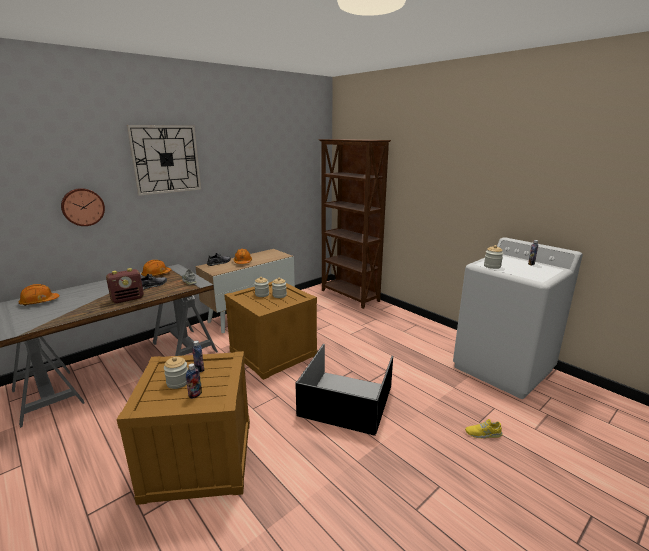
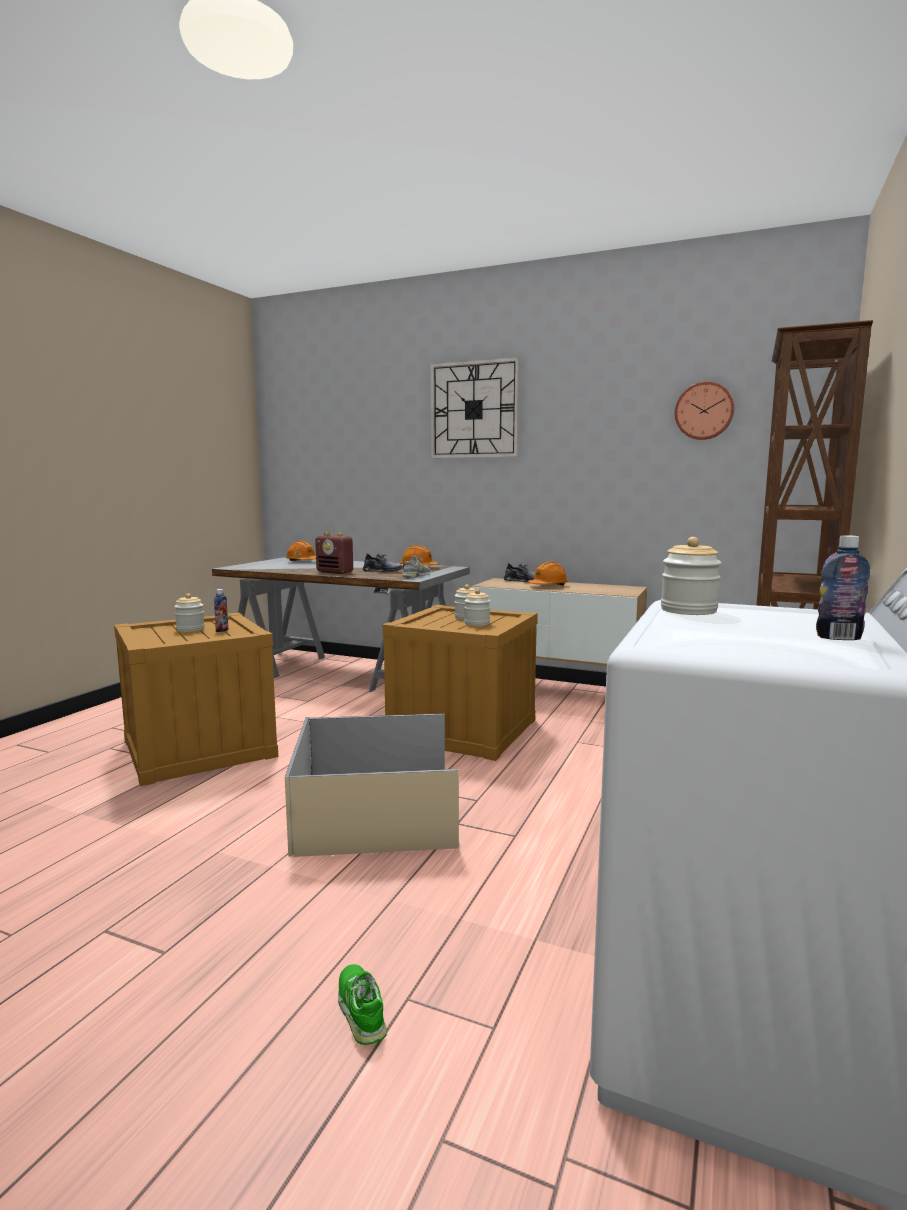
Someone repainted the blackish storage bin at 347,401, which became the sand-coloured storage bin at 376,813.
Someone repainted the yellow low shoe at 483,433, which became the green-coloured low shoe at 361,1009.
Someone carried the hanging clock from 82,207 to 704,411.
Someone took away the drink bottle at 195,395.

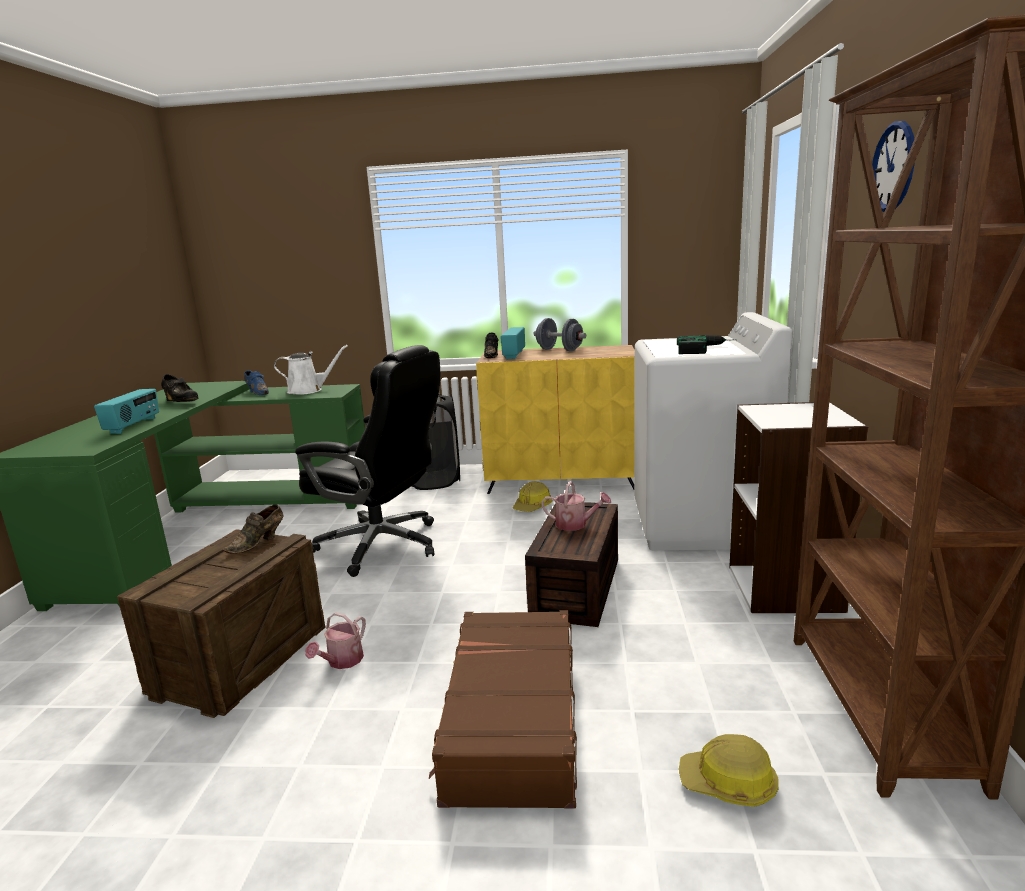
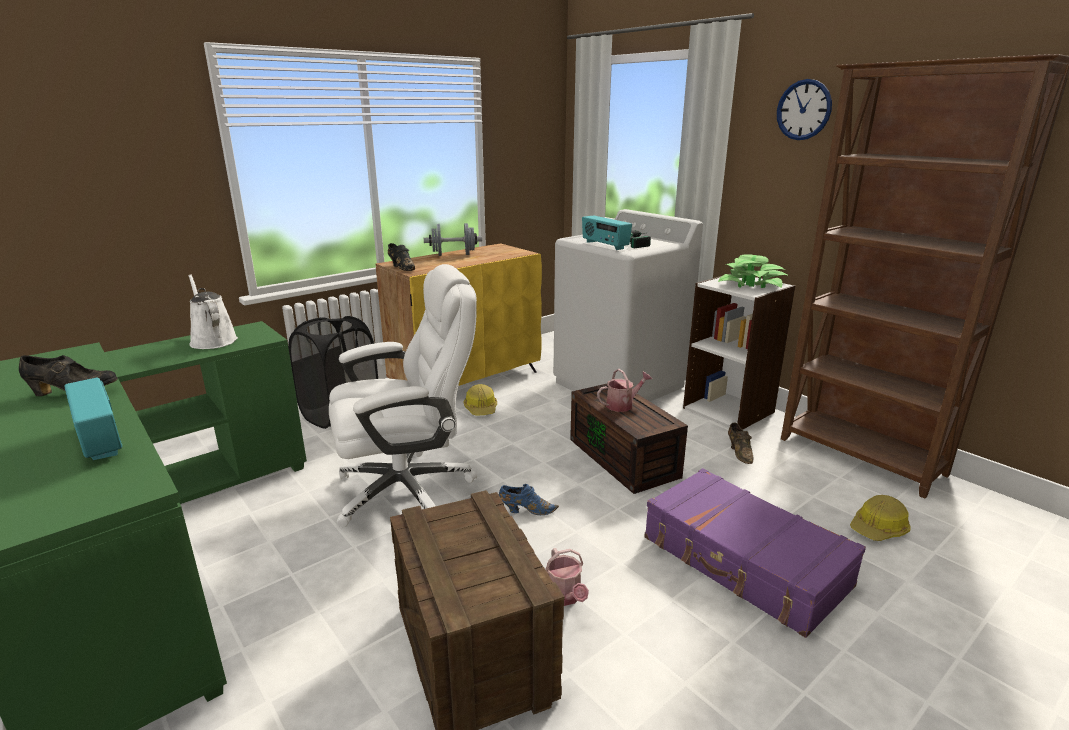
Someone rotated the white watering can at 308,390 by 75 degrees counterclockwise.
Someone repainted the blackish desk chair at 382,545, which became the white desk chair at 407,490.
Someone carried the blue low shoe from 258,392 to 526,510.
Someone carried the radio from 513,355 to 604,245.
Someone repainted the brown travel case at 511,721, which became the purple-coloured travel case at 743,562.
Someone put down the plant in a pot at 752,284.
Someone carried the brown low shoe from 258,543 to 739,453.

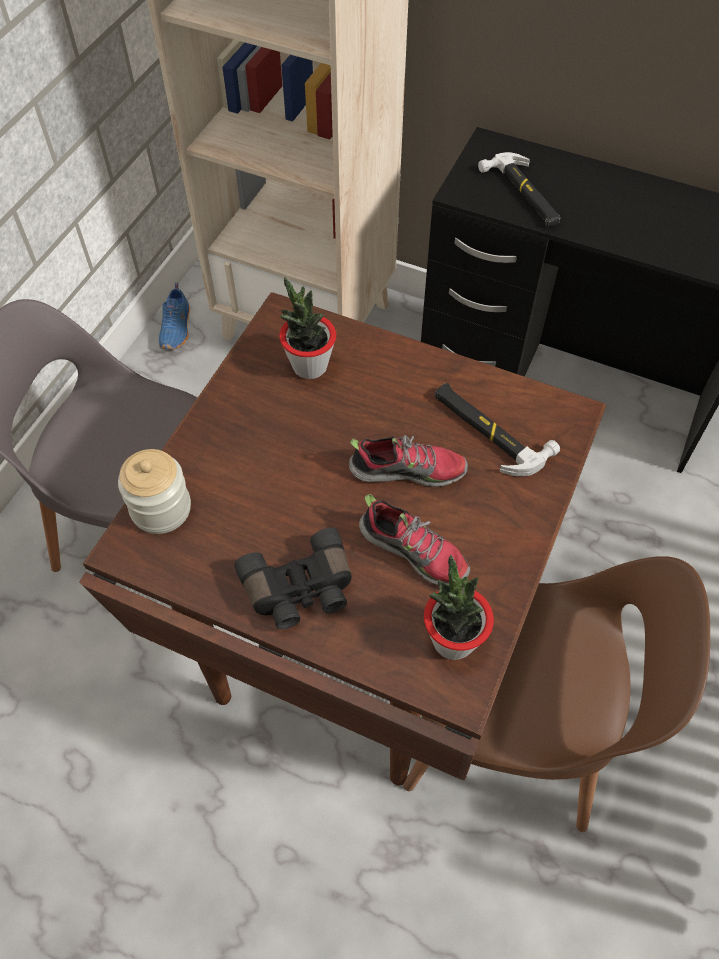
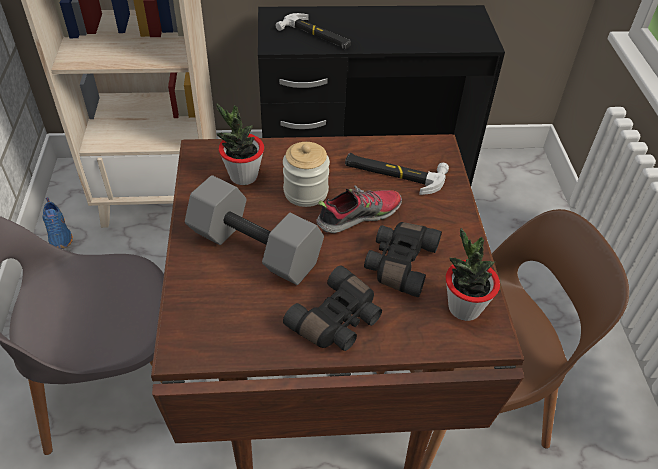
Someone put down the gray free weight at 257,248.
Someone carried the storage jar from 161,509 to 306,192.
Someone swapped the low shoe at 414,551 for the blackish pair of binoculars at 399,263.

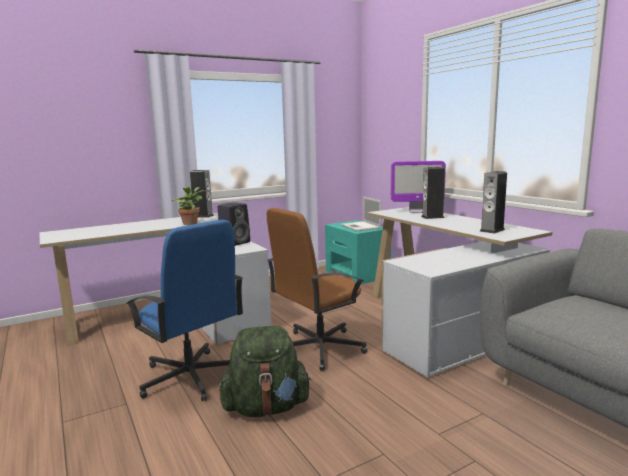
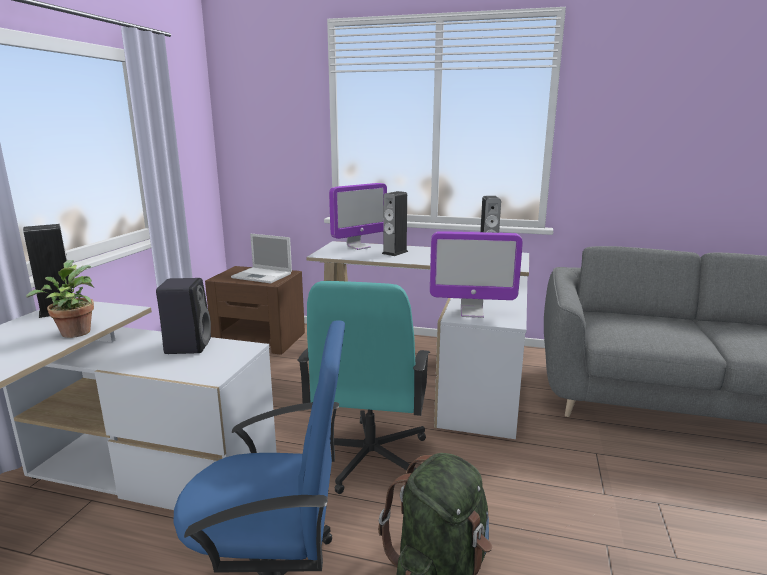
Someone repainted the blue-green bedside table at 357,274, which became the brown bedside table at 260,339.
Someone repainted the brown desk chair at 318,348, which became the blue-green desk chair at 369,457.
Someone put down the computer display at 472,313.

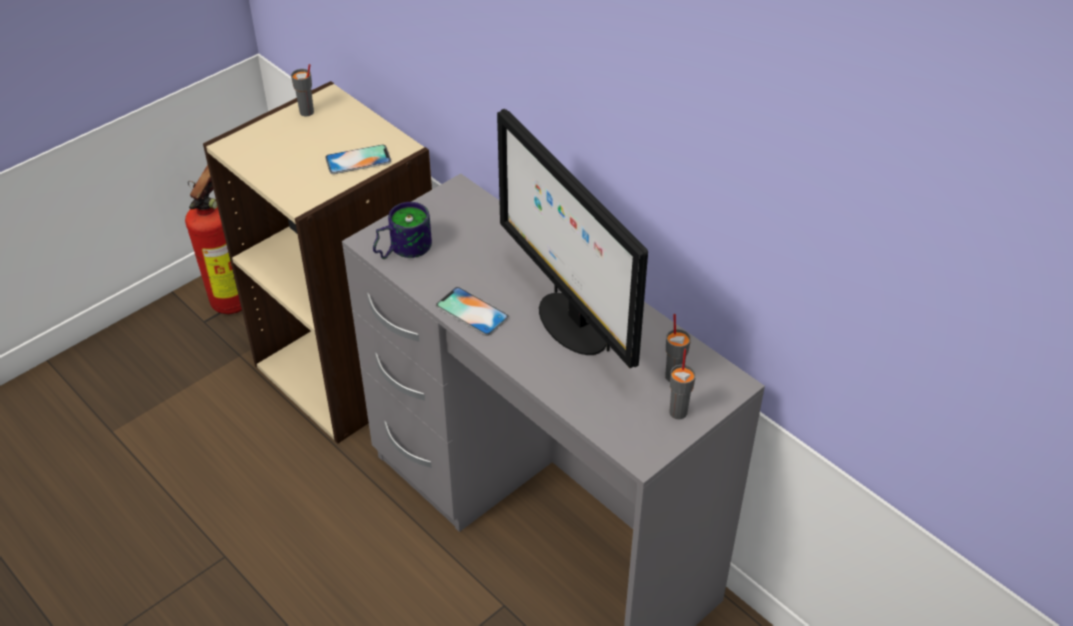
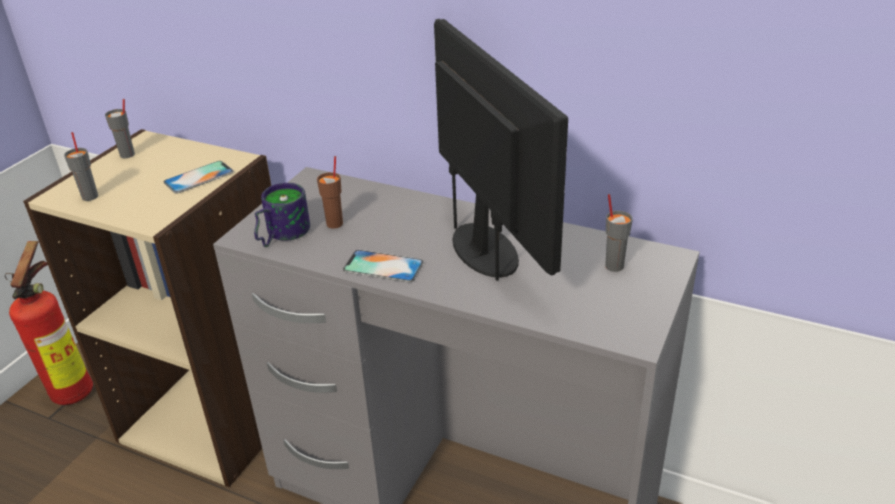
Someone carried the gray drinking cup from 678,412 to 90,196.
Someone put down the brown drinking cup at 335,223.
Someone rotated the computer display at 570,323 by 150 degrees counterclockwise.

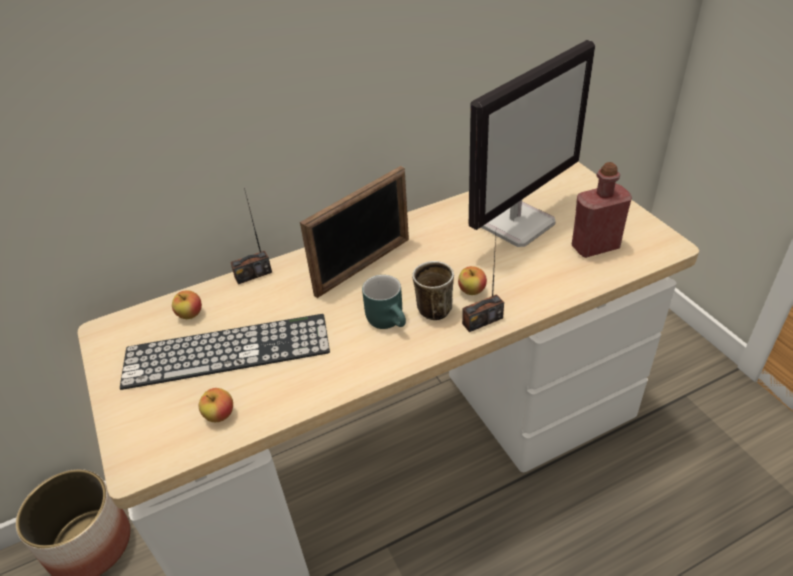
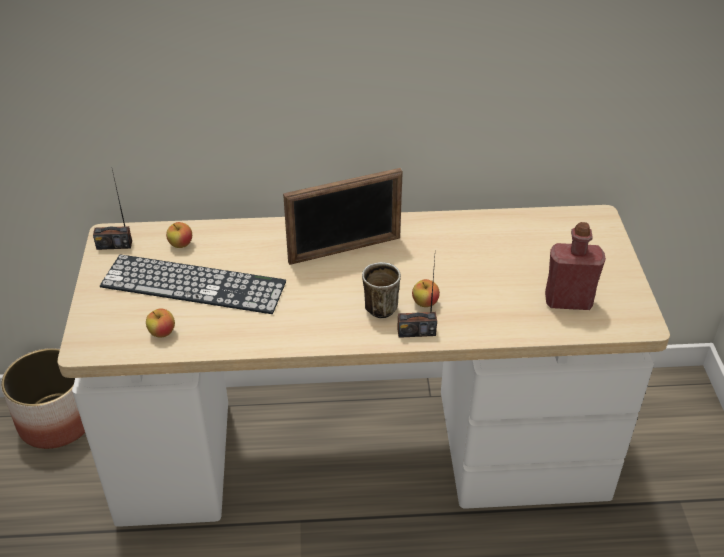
Someone carried the radio from 253,274 to 114,245.
Someone took away the blue-green mug at 390,320.
Someone took away the computer display at 517,223.

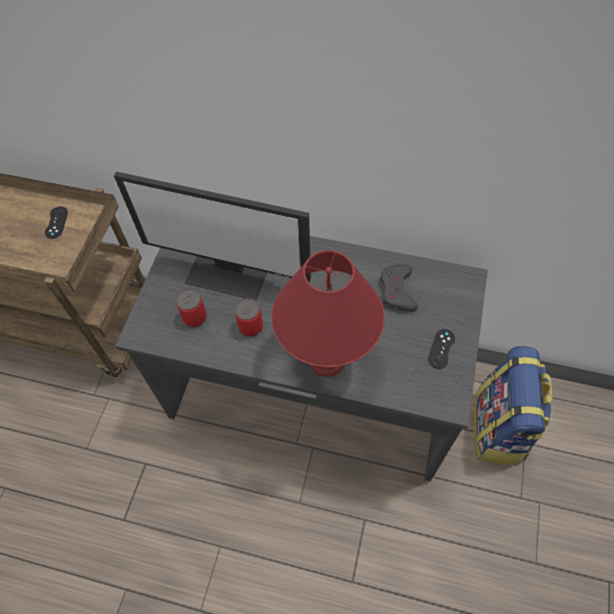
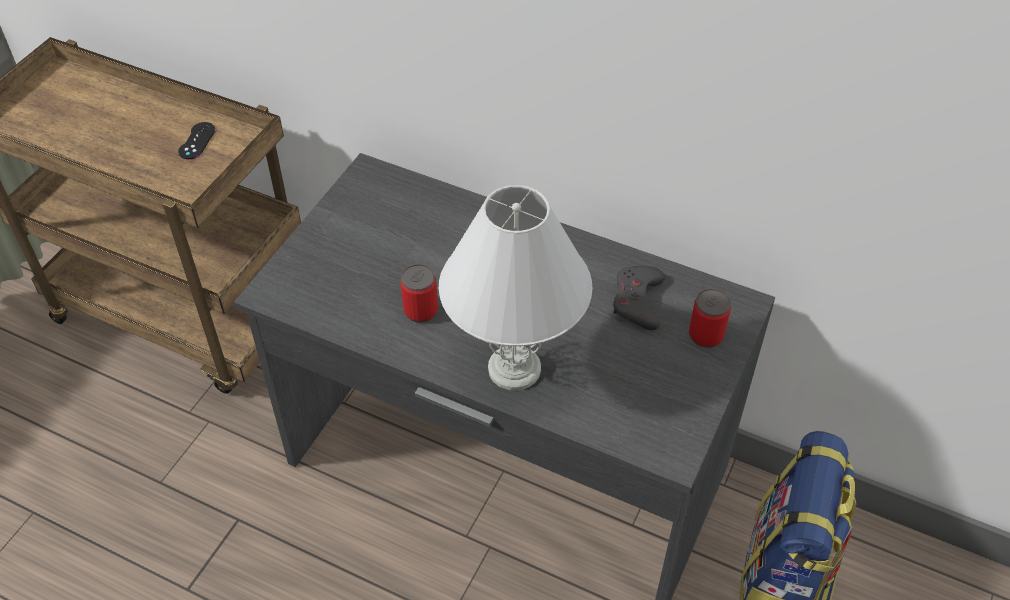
Someone repainted the red lamp for a table at 326,358, which became the white lamp for a table at 514,368.
Someone carried the metal can from 195,317 to 705,335.
Someone took away the computer display at 229,272.
Someone took away the blackish gamepad at 441,348.

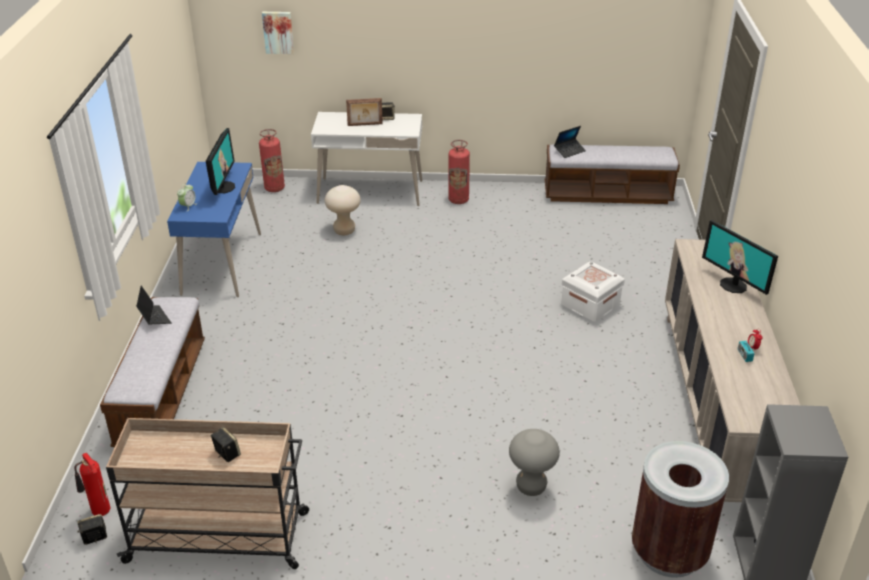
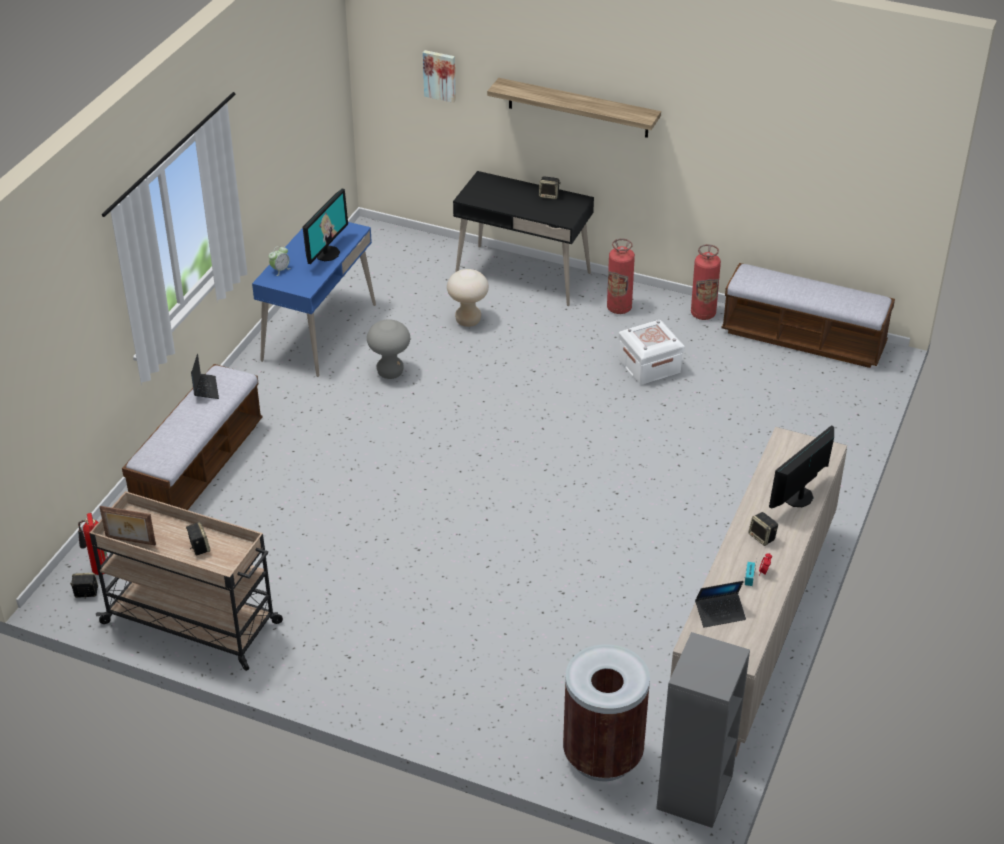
Someone carried the photo frame from 365,125 to 130,541.
Someone carried the gray stool seat from 531,487 to 390,372.
Someone repainted the white desk table at 370,192, which became the blackish desk table at 523,275.
Someone put up the wall shelf at 578,108.
Someone carried the white storage bin from 590,304 to 649,366.
Someone carried the extinguisher from 274,188 to 703,314.
Someone carried the notebook computer from 569,151 to 720,613.
Someone put down the loudspeaker at 762,537.
Someone rotated the computer display at 733,285 by 60 degrees clockwise.

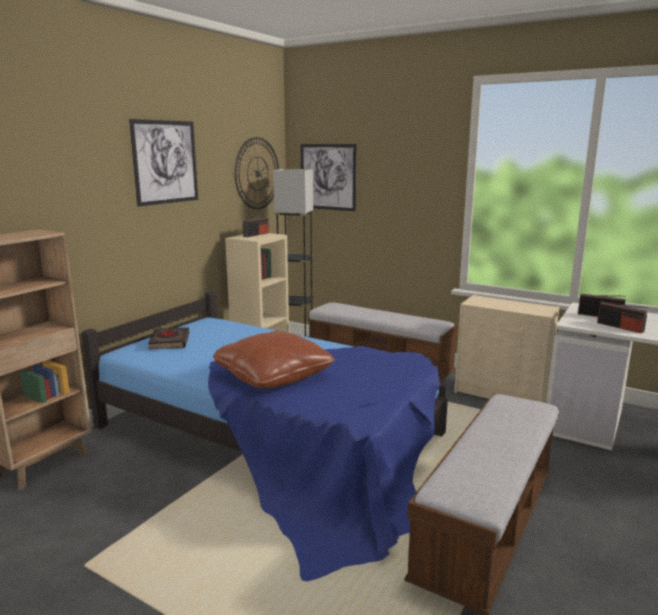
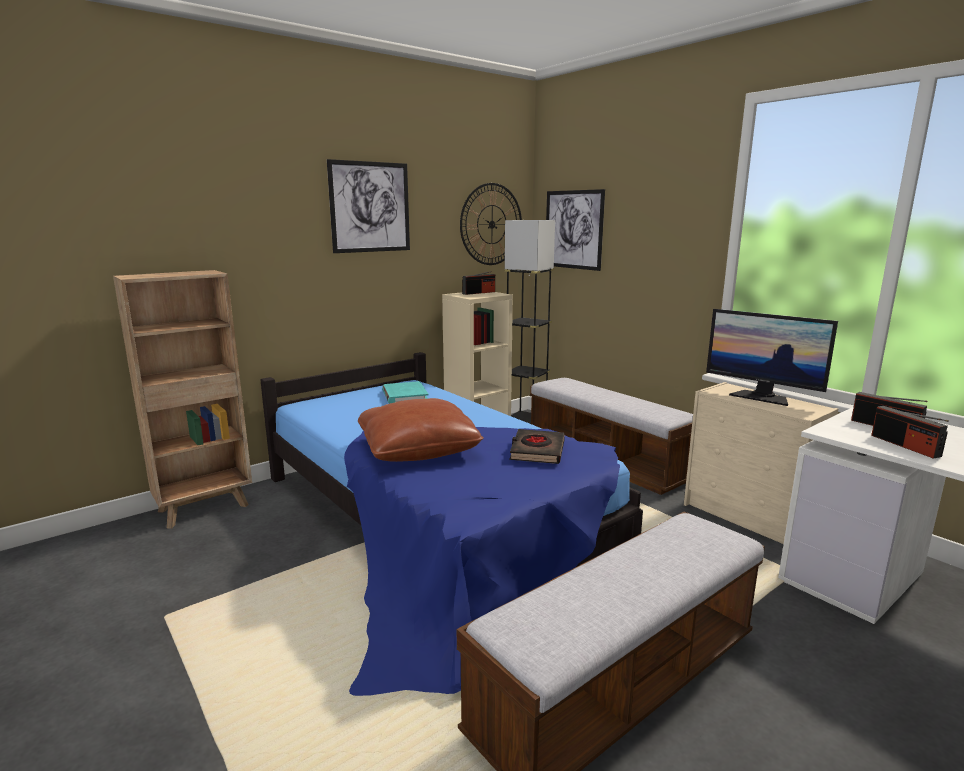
Someone put down the blue-green volume at 404,396.
Someone carried the blackish volume from 169,342 to 537,451.
Someone put down the computer display at 761,397.

